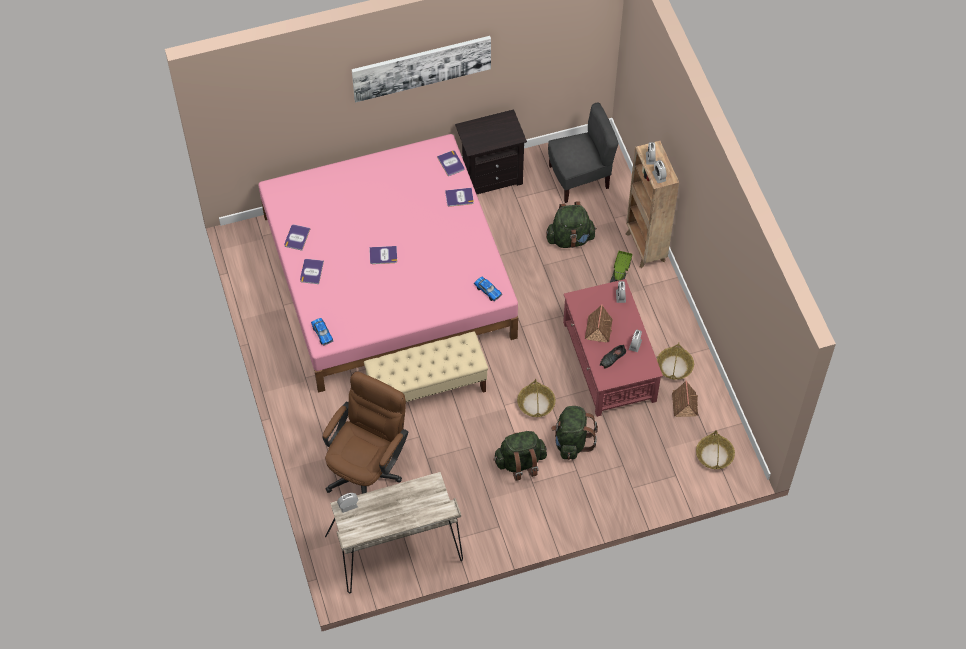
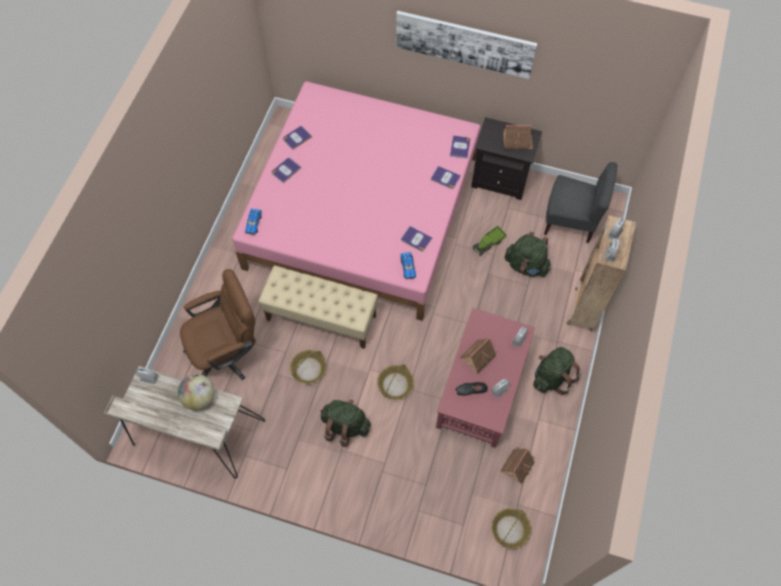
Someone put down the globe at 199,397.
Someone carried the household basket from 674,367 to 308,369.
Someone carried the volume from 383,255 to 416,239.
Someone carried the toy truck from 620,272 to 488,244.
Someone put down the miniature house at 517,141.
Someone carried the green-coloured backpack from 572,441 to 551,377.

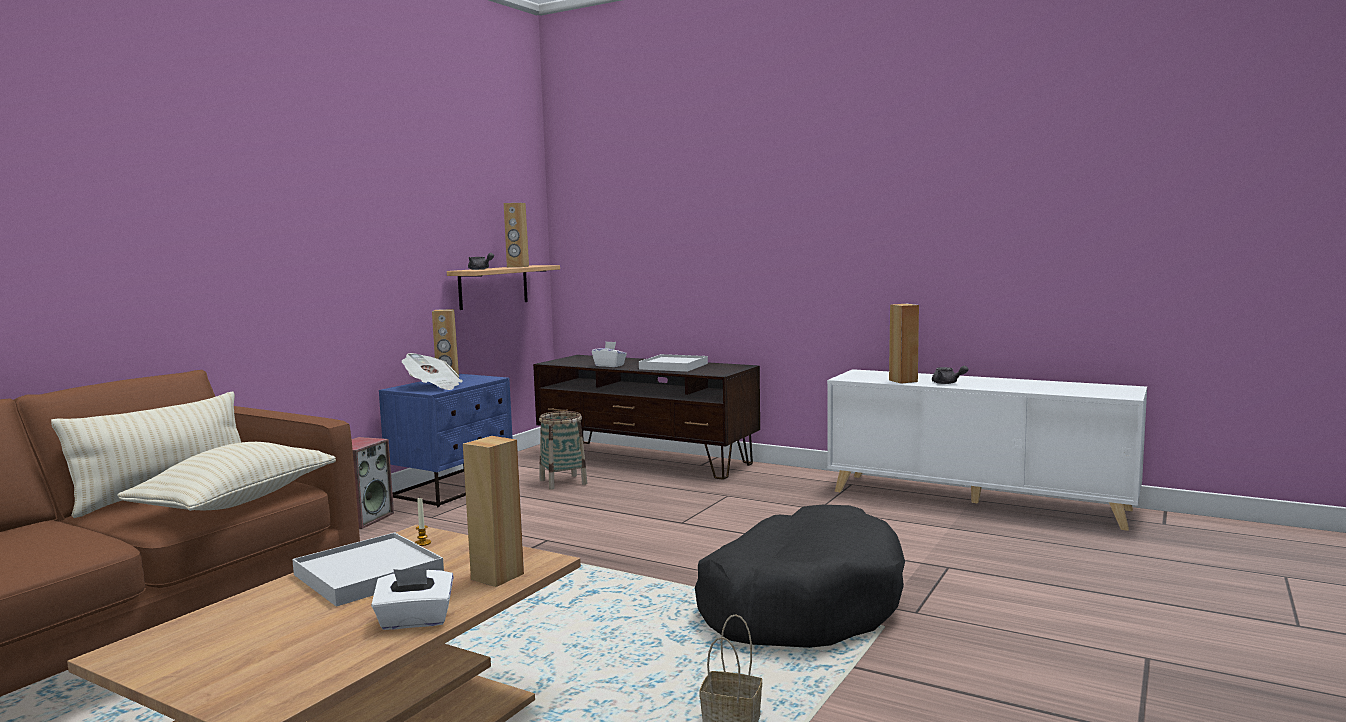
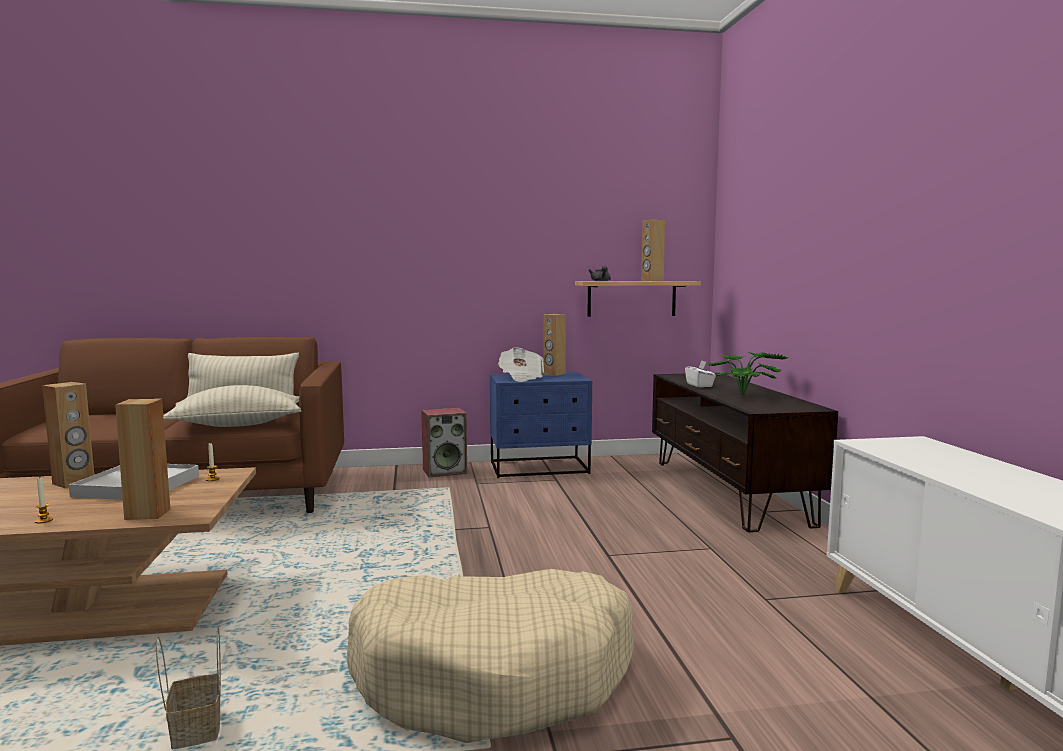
Someone swapped the white tissue box at 415,621 for the wax light at 44,520.
Someone carried the brown loudspeaker from 903,381 to 74,482.
Someone repainted the blackish pet bed at 800,603, which became the sand-coloured pet bed at 494,675.
Someone swapped the white serving tray at 673,366 for the plant in a pot at 747,396.
Someone took away the household basket at 563,482.
Someone took away the gray pot for tea at 947,383.

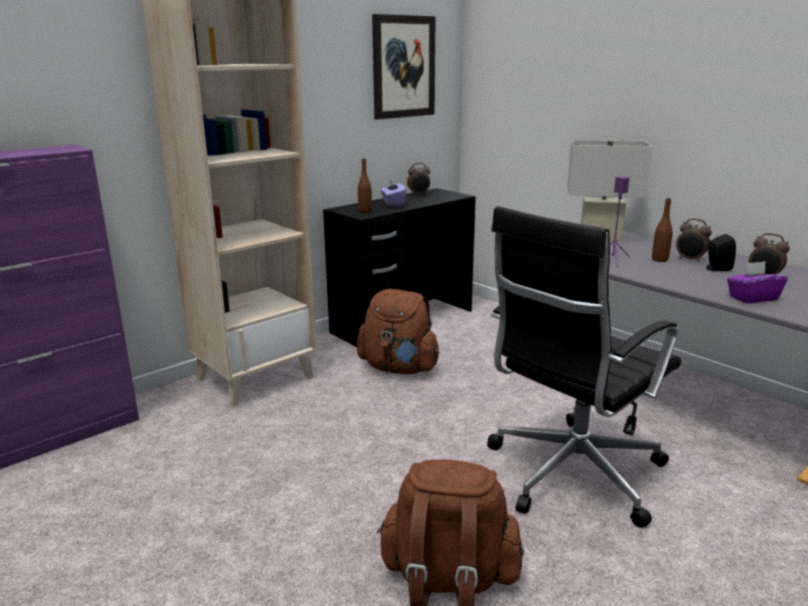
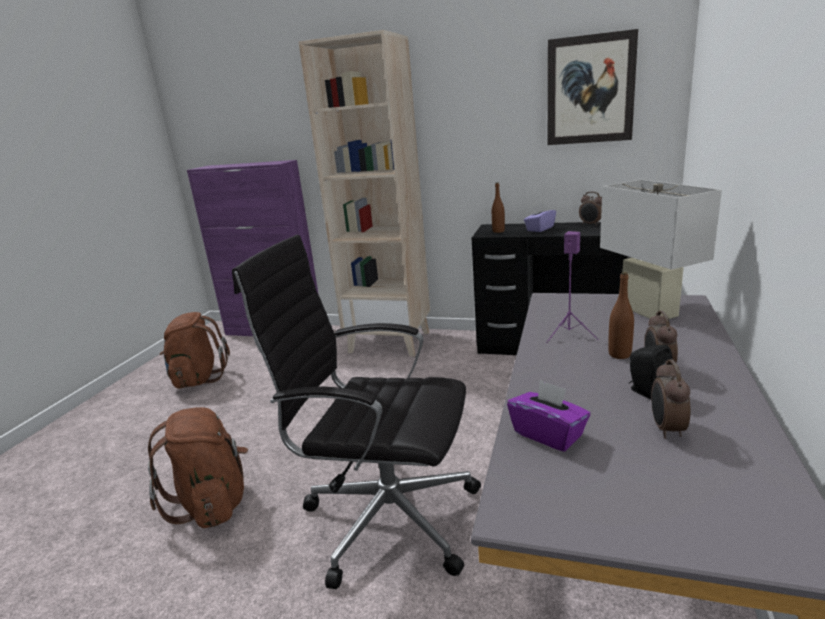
Someone carried the brown backpack from 399,368 to 198,379.

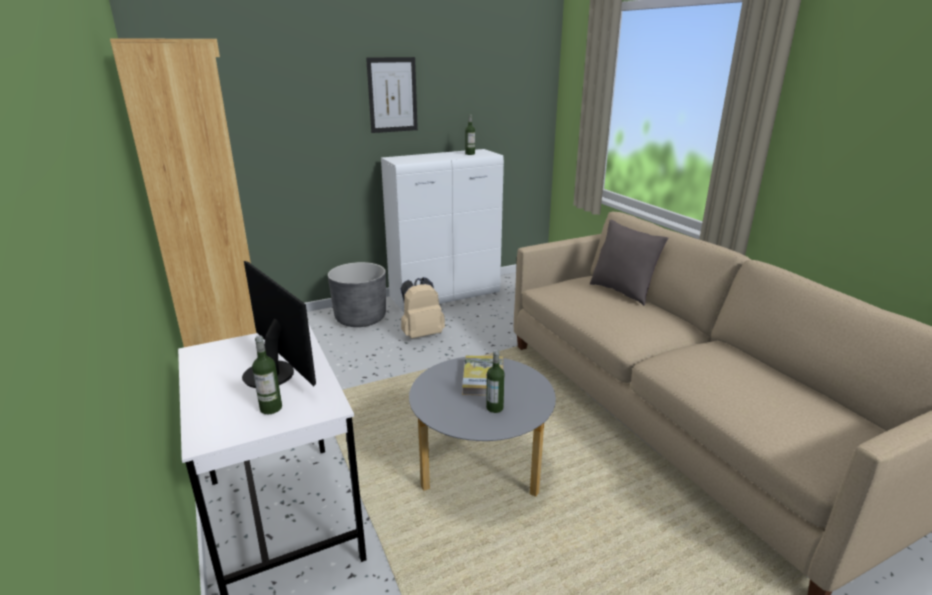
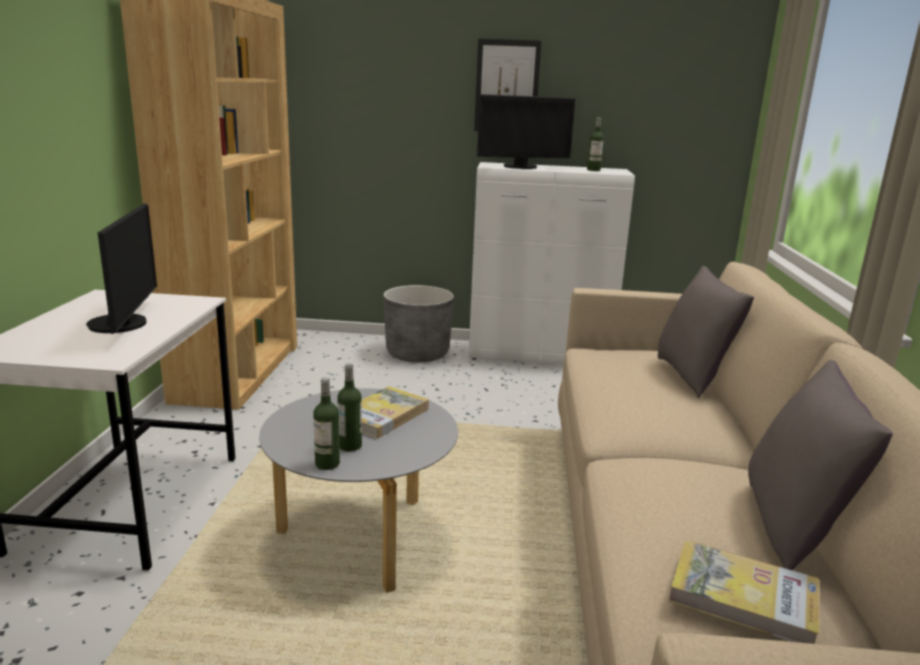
Someone carried the drink bottle from 271,408 to 327,464.
Someone put down the computer display at 521,167.
Someone put down the volume at 743,597.
Someone put down the gray pillow at 793,528.
Someone took away the sand-coloured backpack at 421,334.

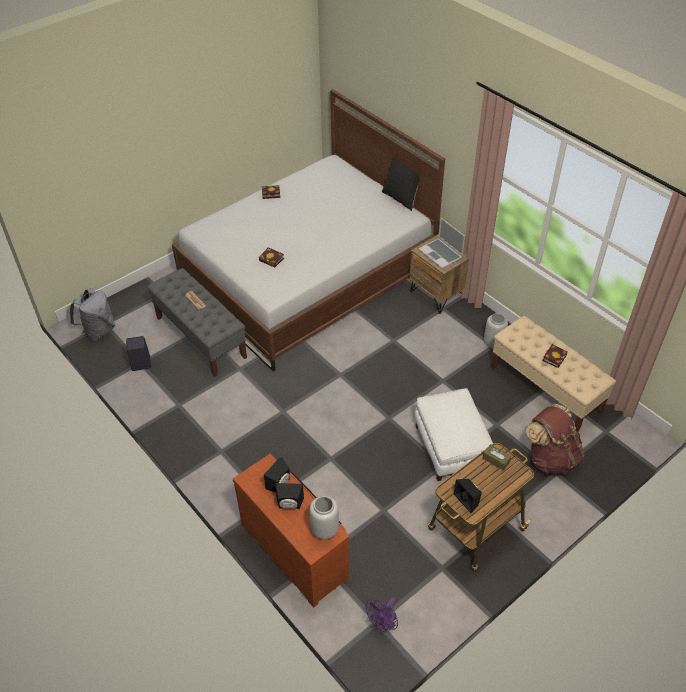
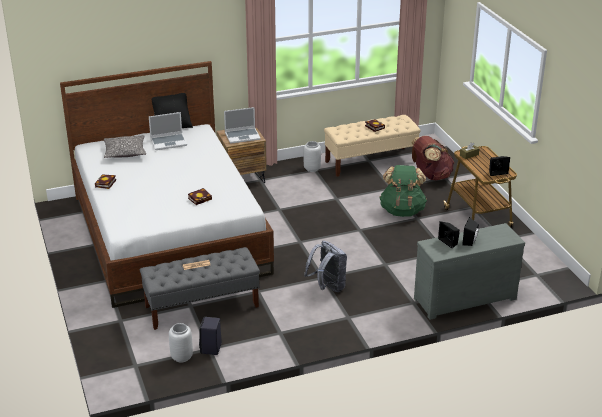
Someone put down the pillow at 125,152.
Someone put down the notebook computer at 169,142.
Someone carried the gray flower vase from 325,530 to 182,357.
Someone carried the gray backpack from 98,331 to 327,287.
Someone swapped the white footrest at 451,447 for the green-coloured backpack at 402,210.
Someone repainted the brown drawer chest at 296,549, which became the gray drawer chest at 463,297.
Someone took away the purple-coloured cooling fan at 383,624.

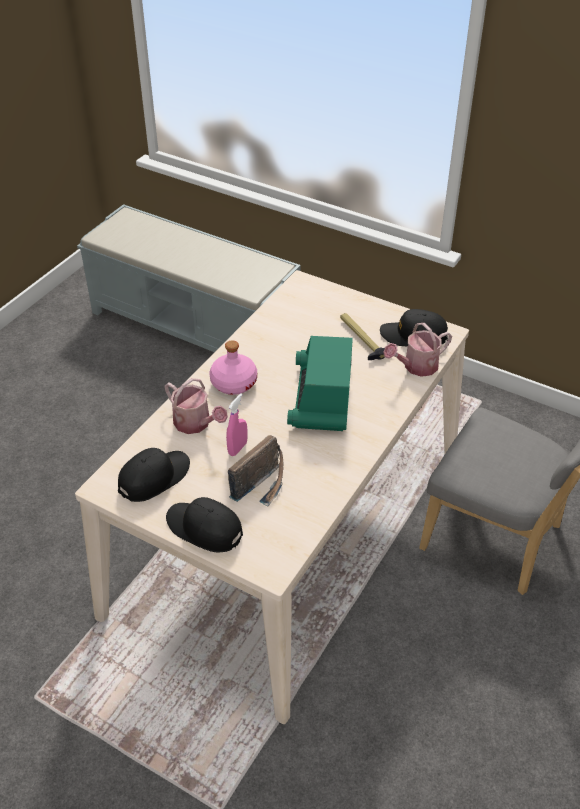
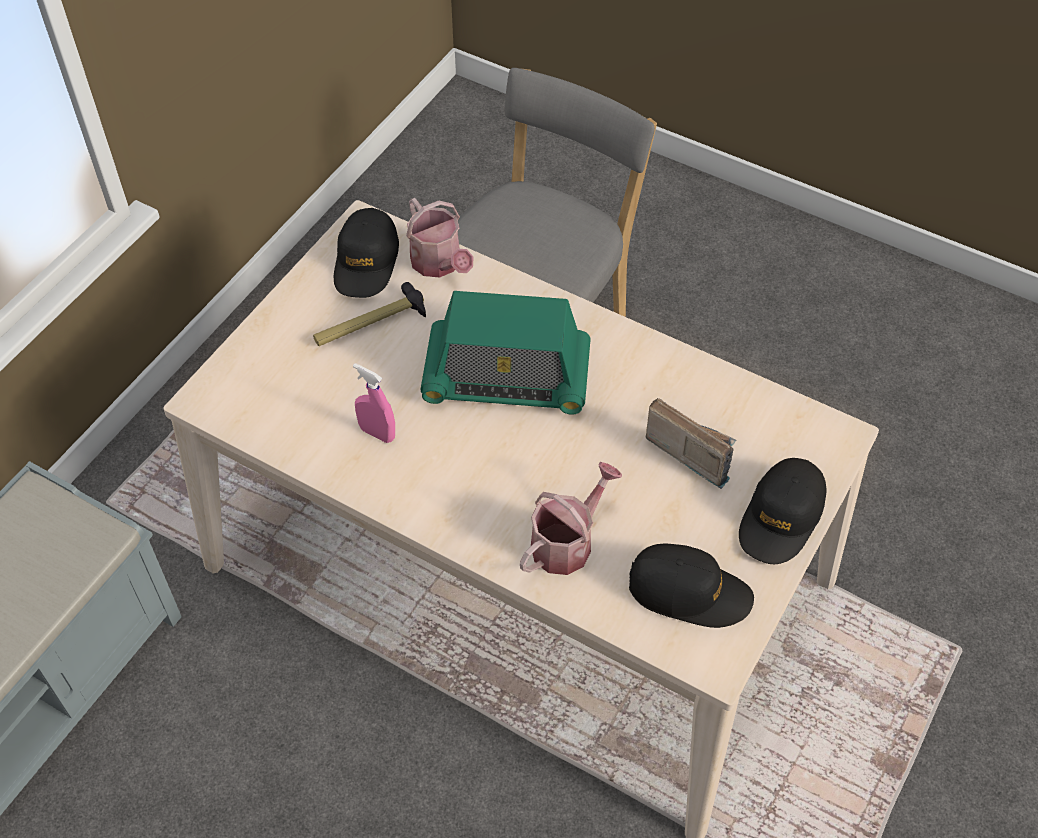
Someone carried the pink-coloured hand sprayer from 237,448 to 377,433.
Someone rotated the blackish peaked cap at 154,477 by 150 degrees clockwise.
Someone took away the pink-coloured drink bottle at 233,383.

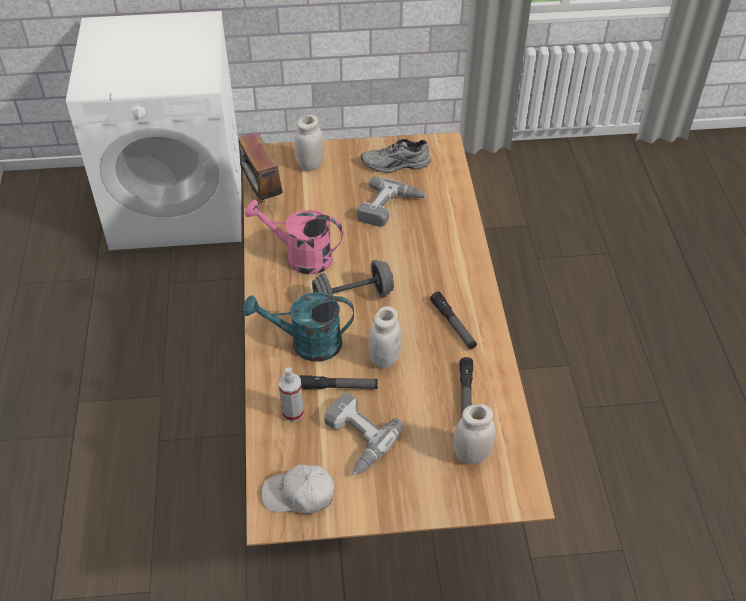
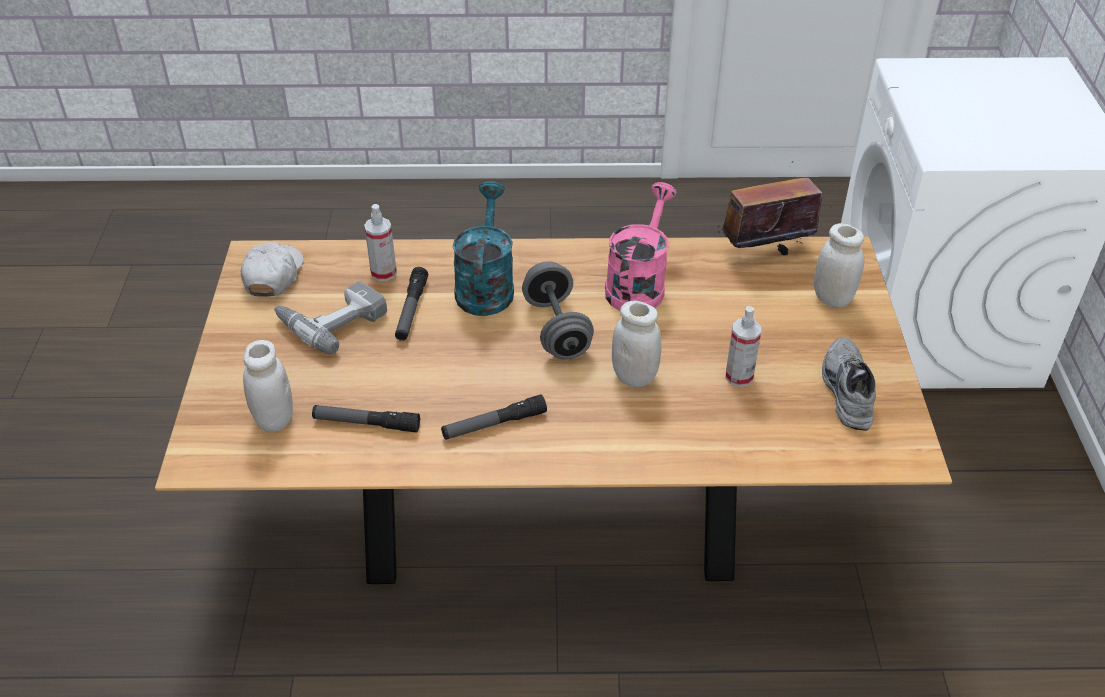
Someone carried the white storage jar from 384,358 to 634,376.
Someone swapped the drill at 390,208 for the hand sprayer at 739,376.

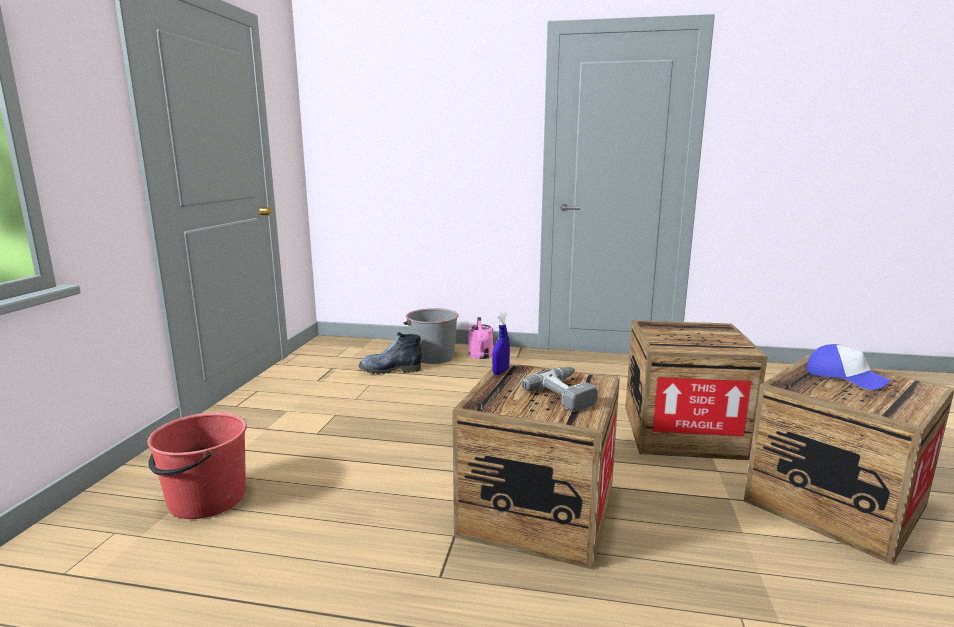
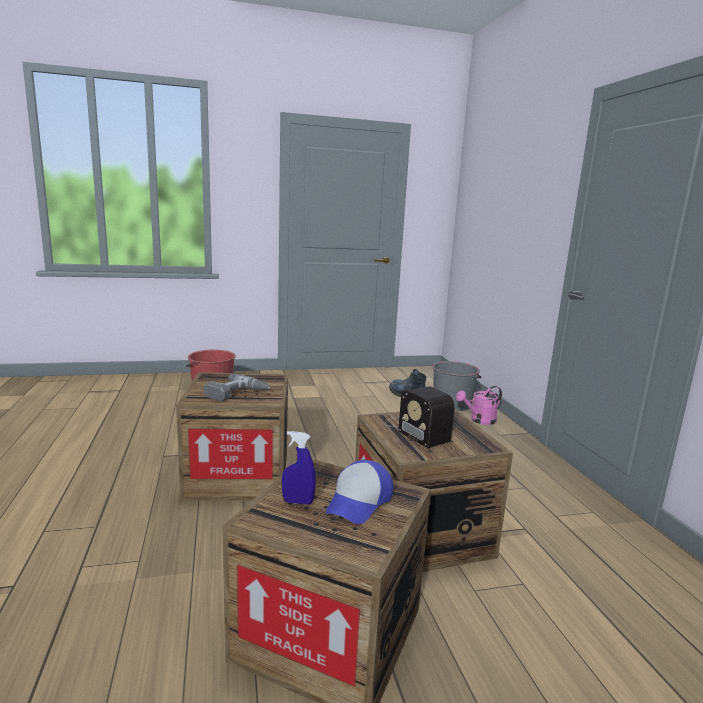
Someone carried the blue hand sprayer from 500,372 to 298,502.
Someone put down the radio at 415,429.

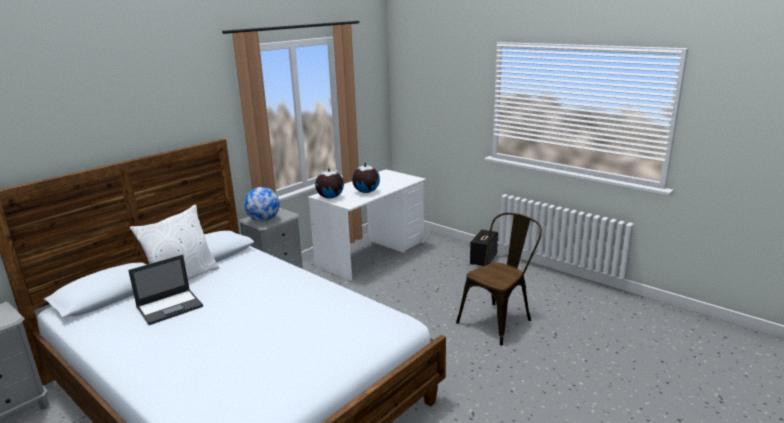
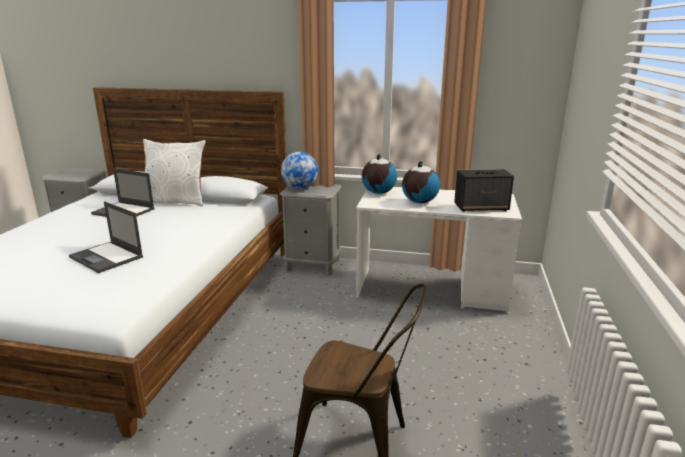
Someone put down the notebook computer at 107,257.
Someone carried the loudspeaker from 483,259 to 481,207.

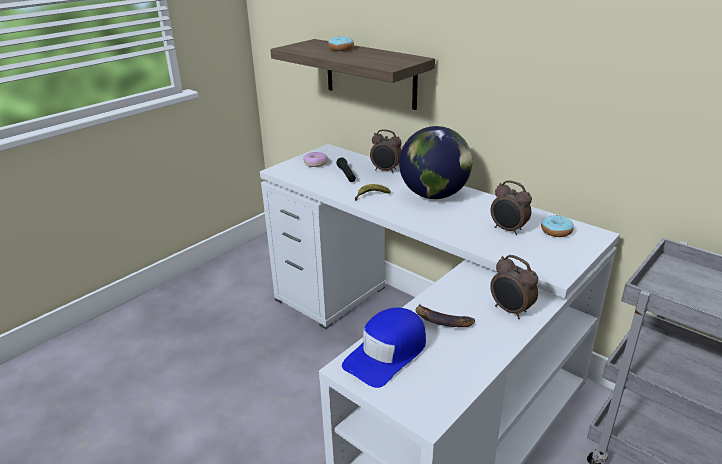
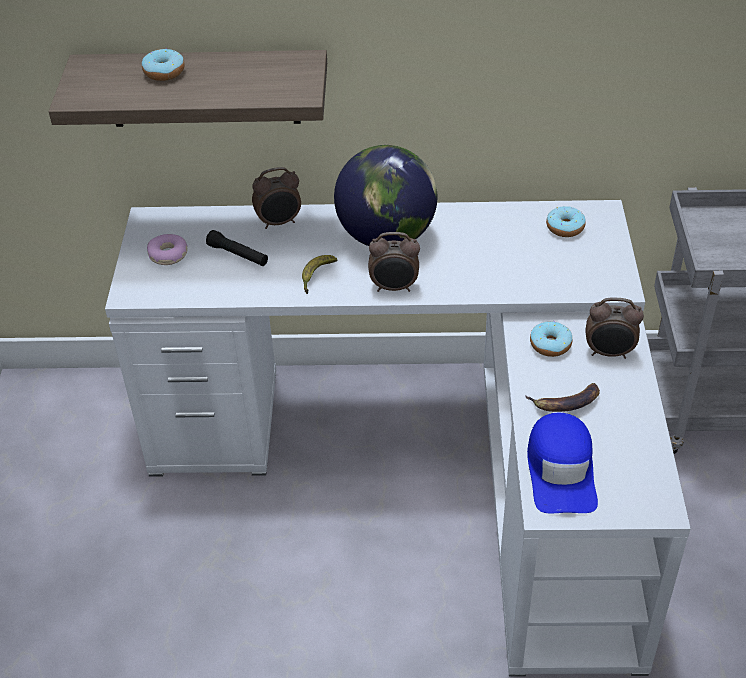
Someone carried the table clock from 508,230 to 394,288.
Someone put down the ring doughnut at 550,345.

